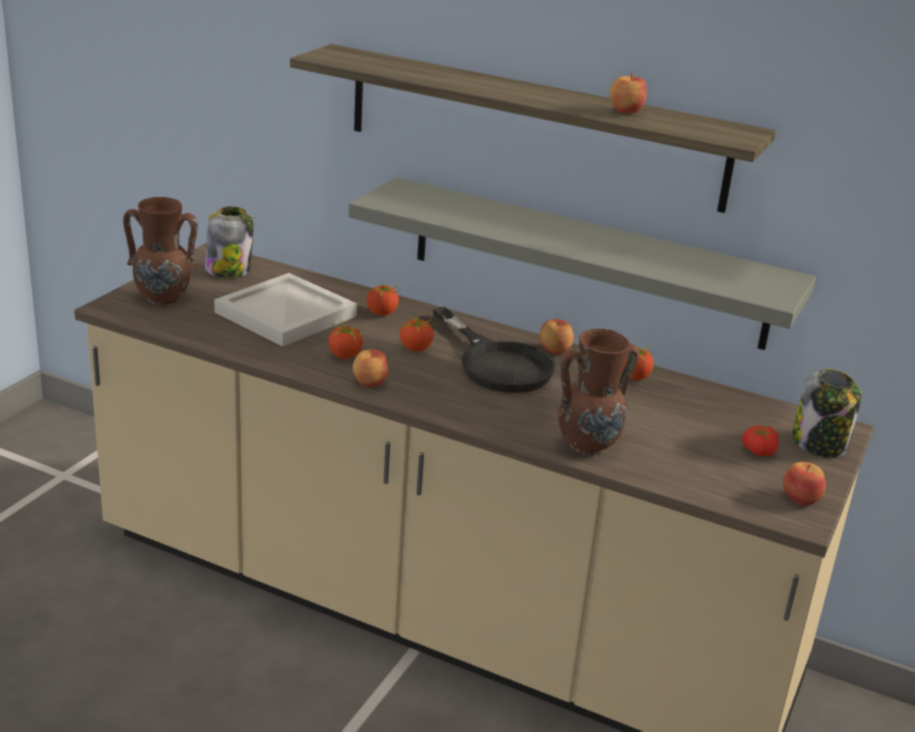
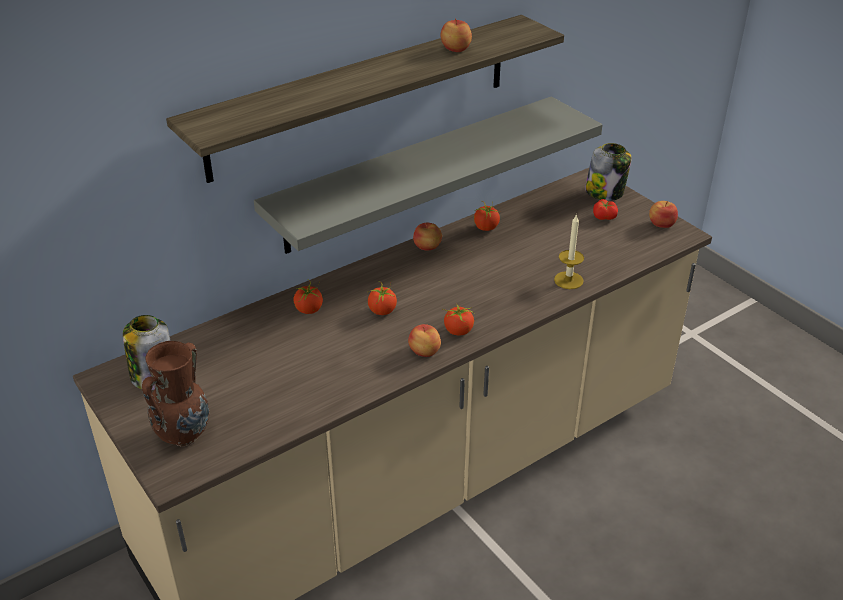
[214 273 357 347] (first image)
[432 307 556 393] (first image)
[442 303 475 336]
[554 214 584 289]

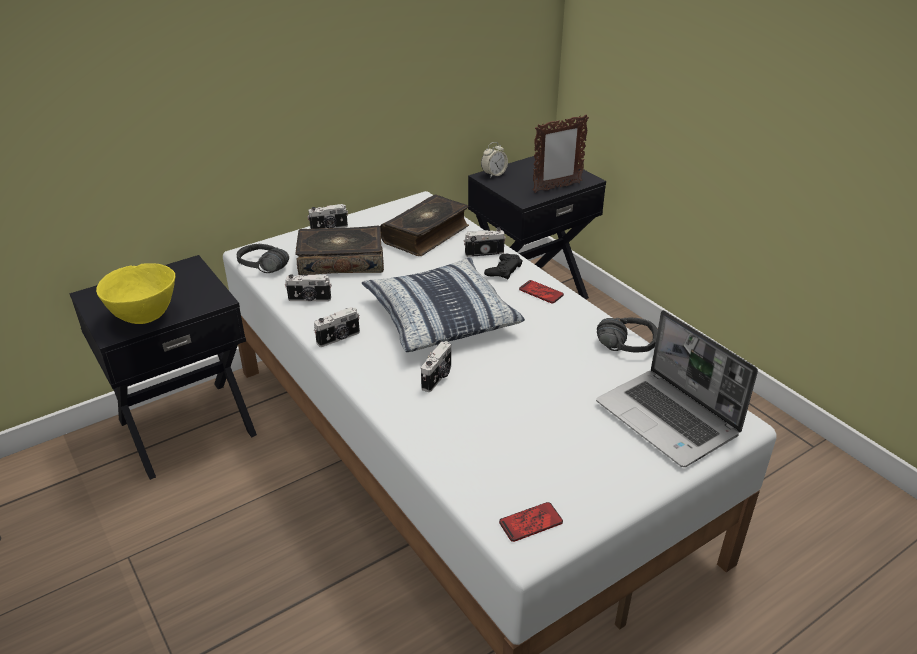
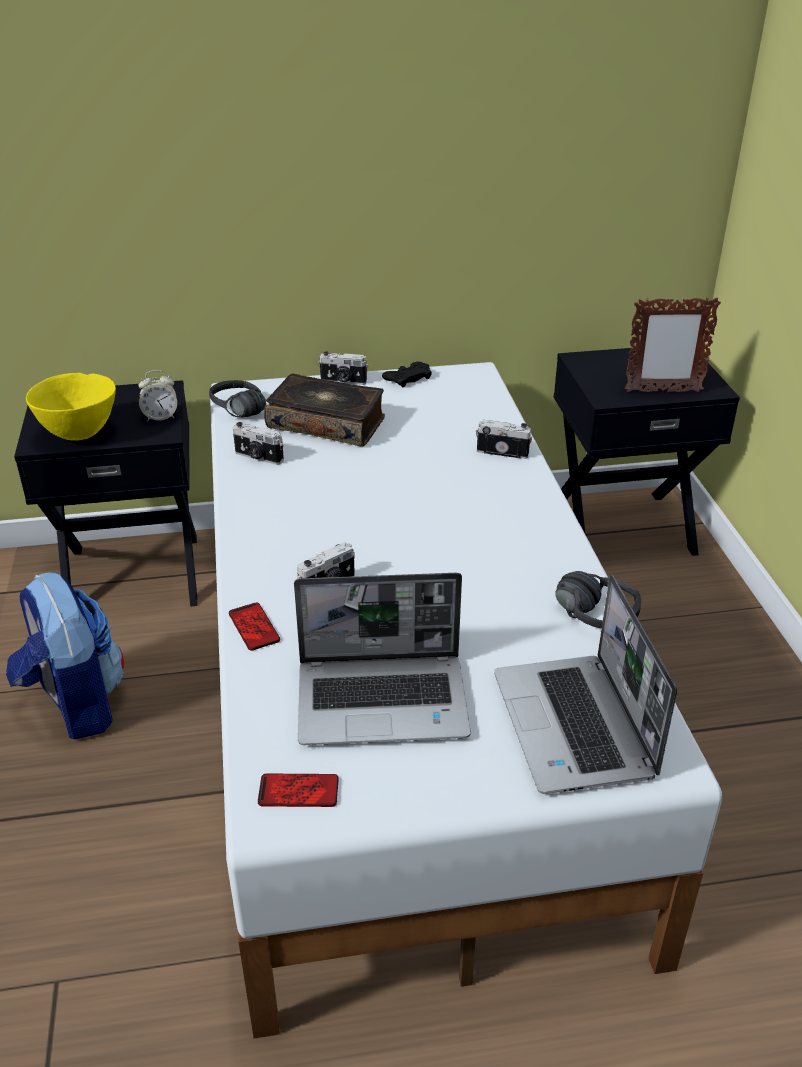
[138 370 177 421]
[380 194 469 256] (first image)
[382 362 432 388]
[362 257 525 352] (first image)
[229 603 280 651]
[314 307 360 347] (first image)
[6 572 124 739]
[294 573 471 745]

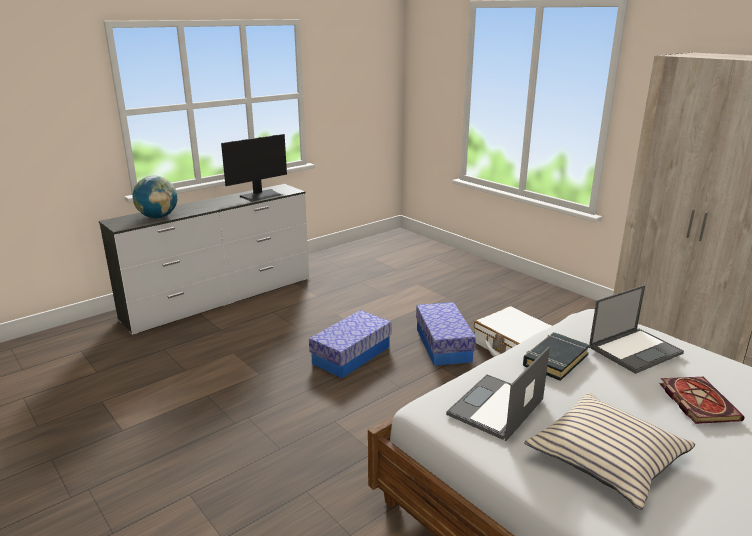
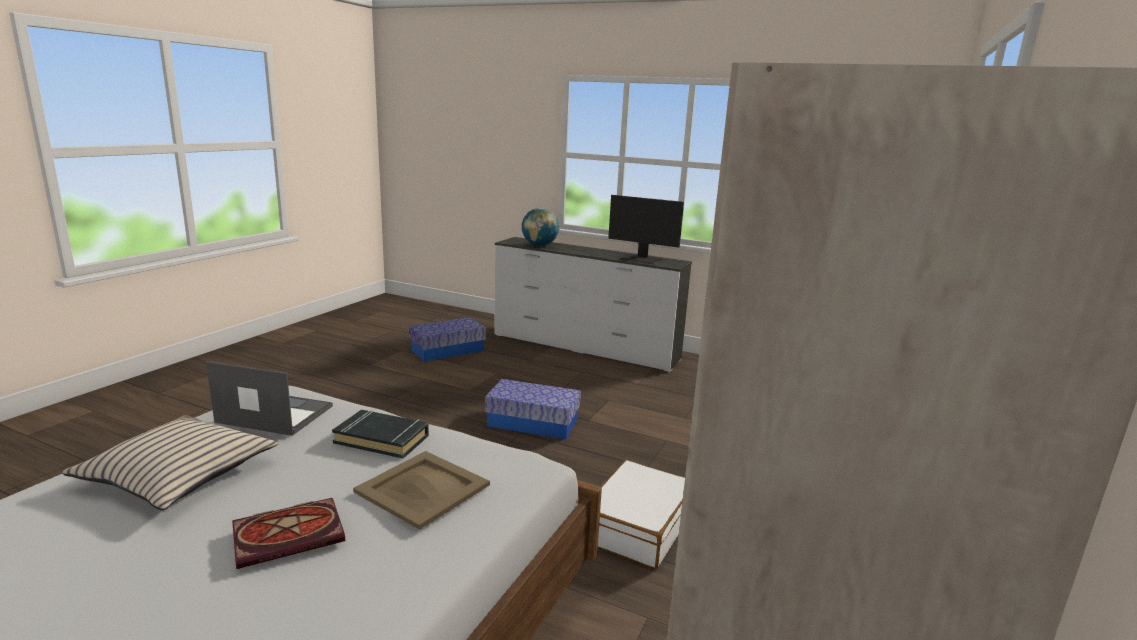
[353 451 490 530]
[409 317 486 362]

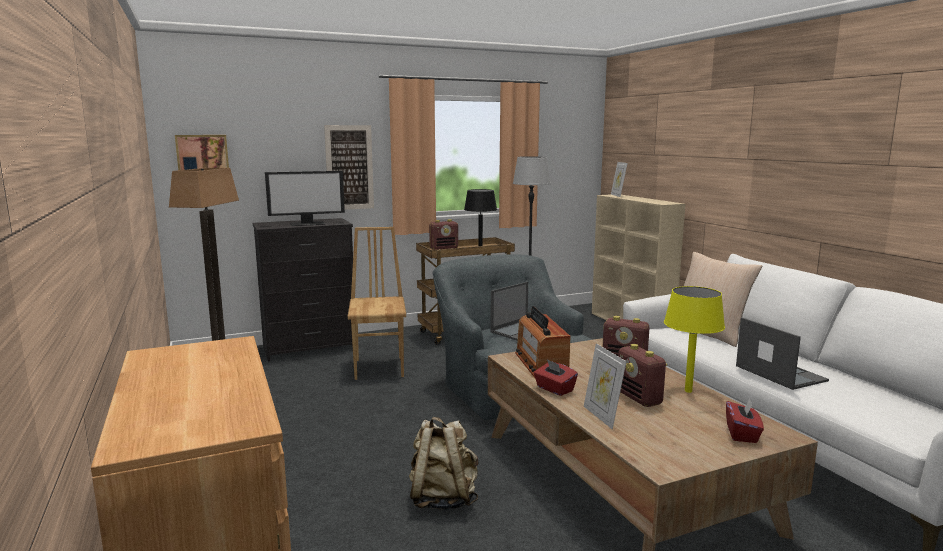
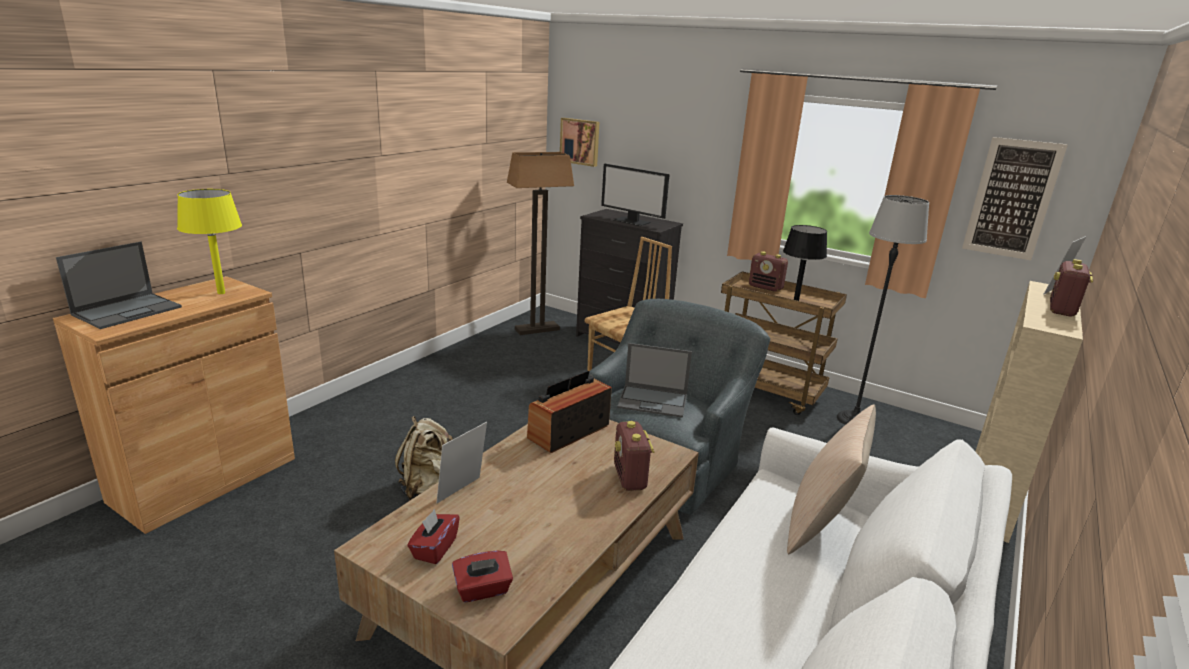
[962 137 1068 260]
[177 189 242 294]
[56 242 182 329]
[1050 259 1093 316]
[407 509 460 564]

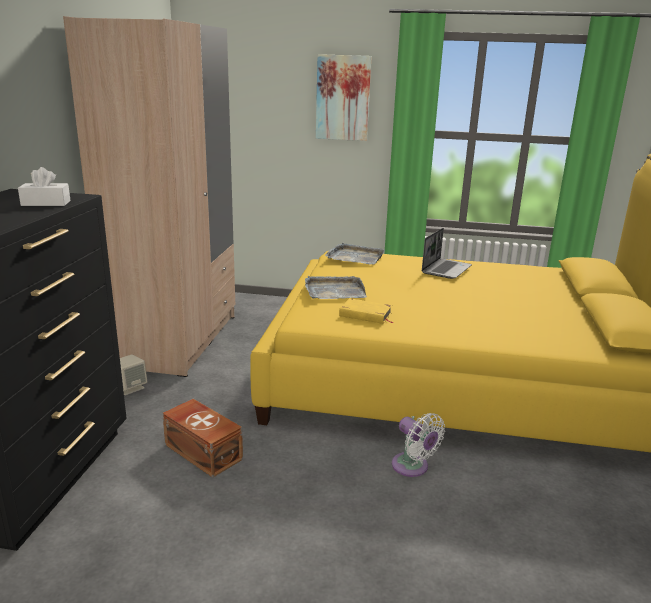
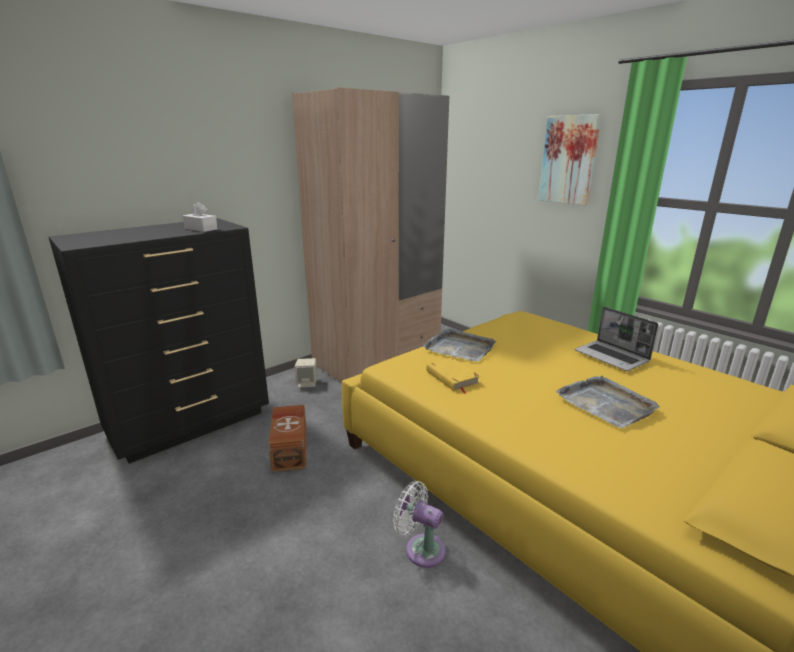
[575 307 658 371]
[556 375 659 428]
[393 481 446 568]

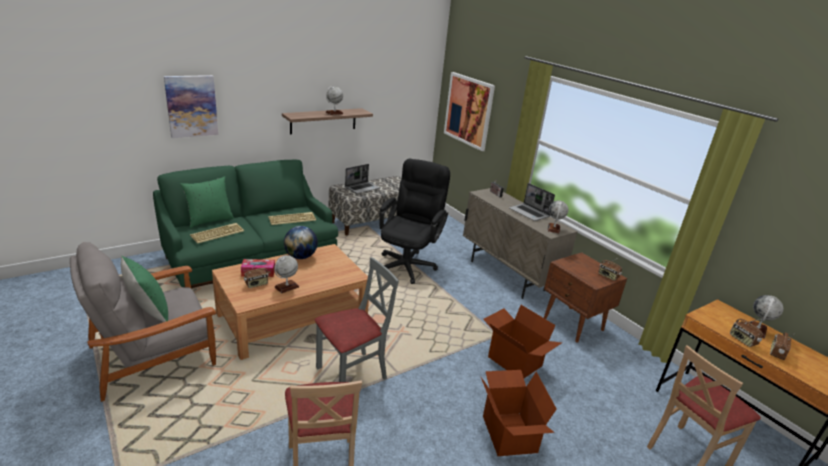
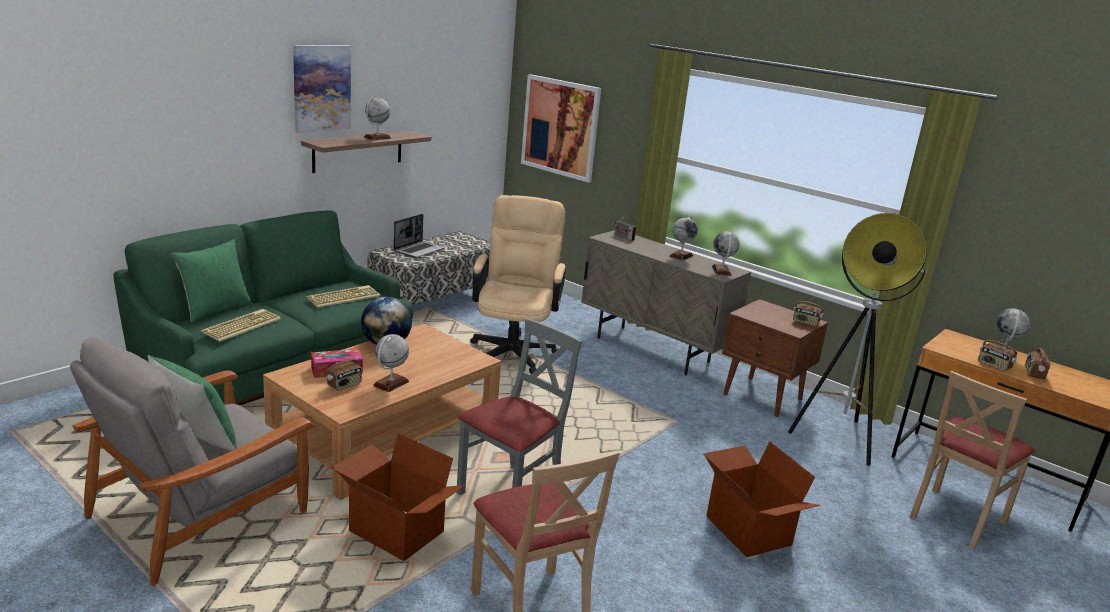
[293 45 351 133]
[470 195 566 374]
[669 216 698 261]
[332 433 465 561]
[788 213 927 466]

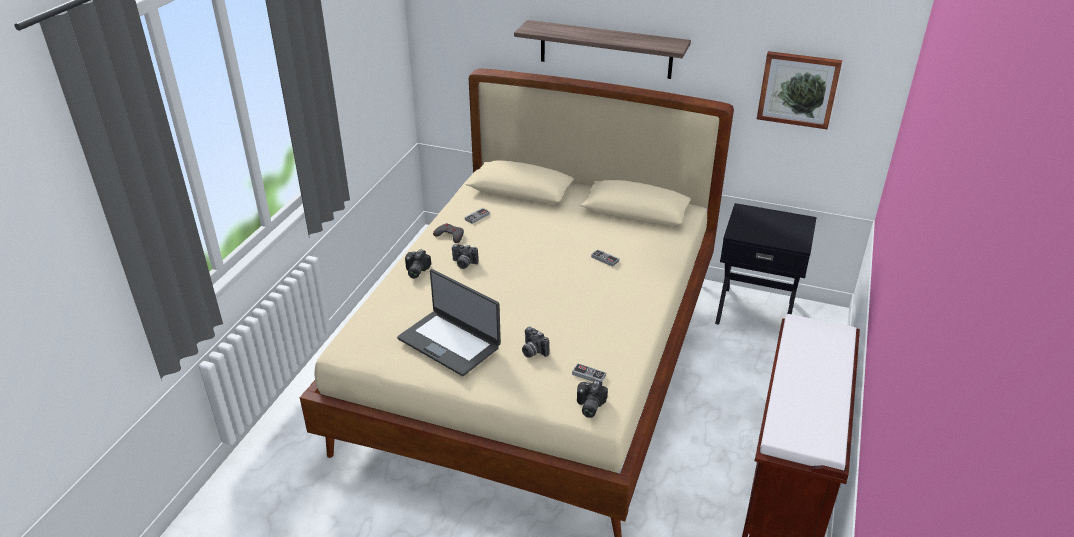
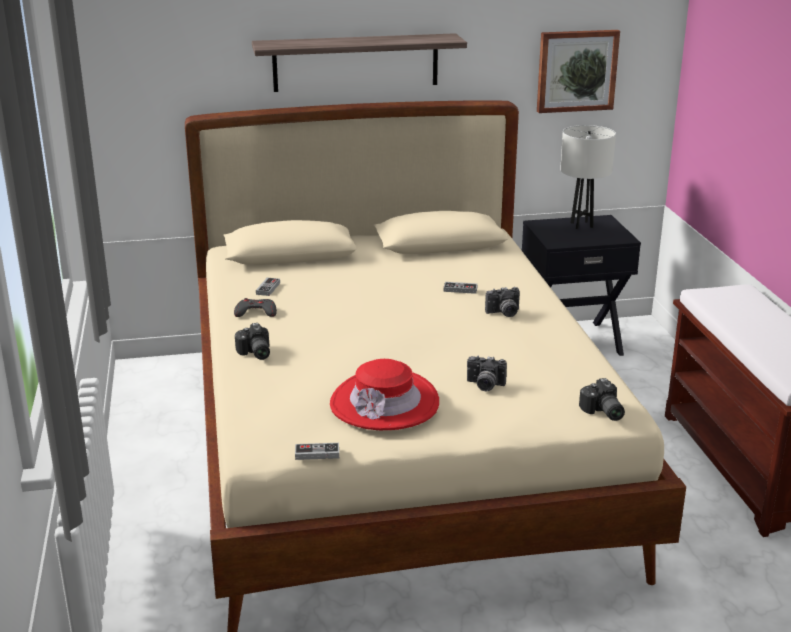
[485 287 520 317]
[330 359 439 430]
[295 443 339 460]
[560 125 616 229]

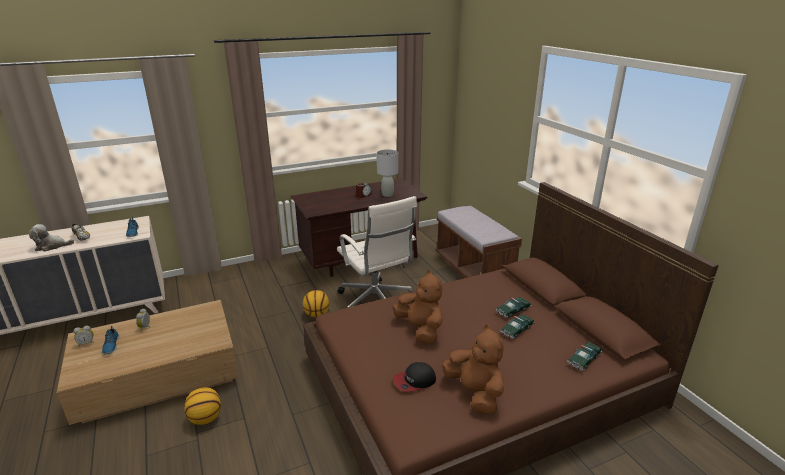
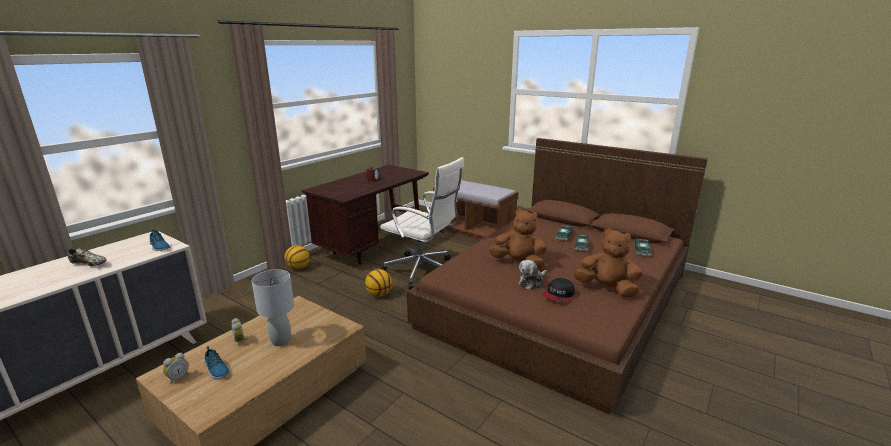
[252 269 294 346]
[519 260 547 290]
[284 245 310 269]

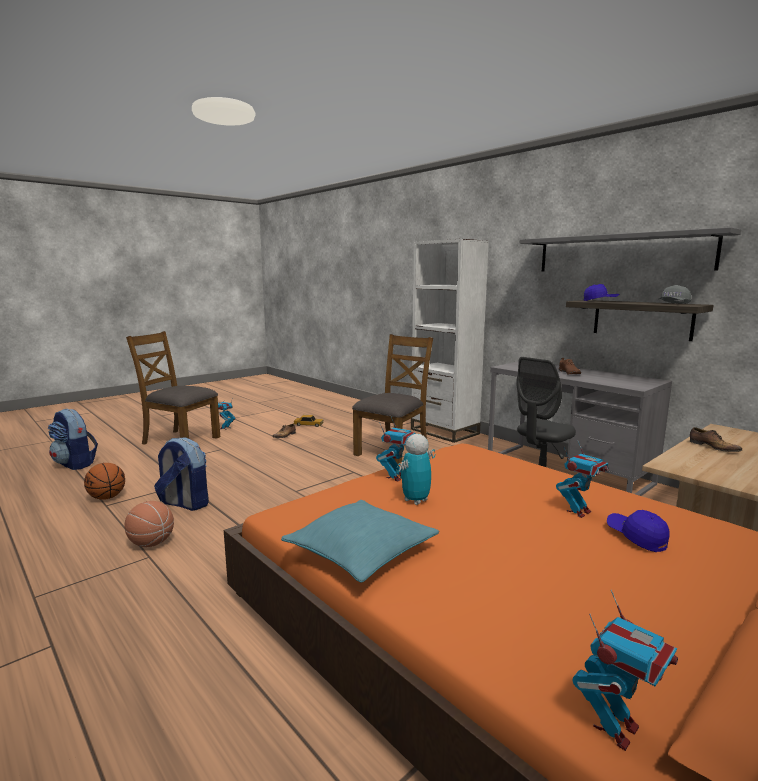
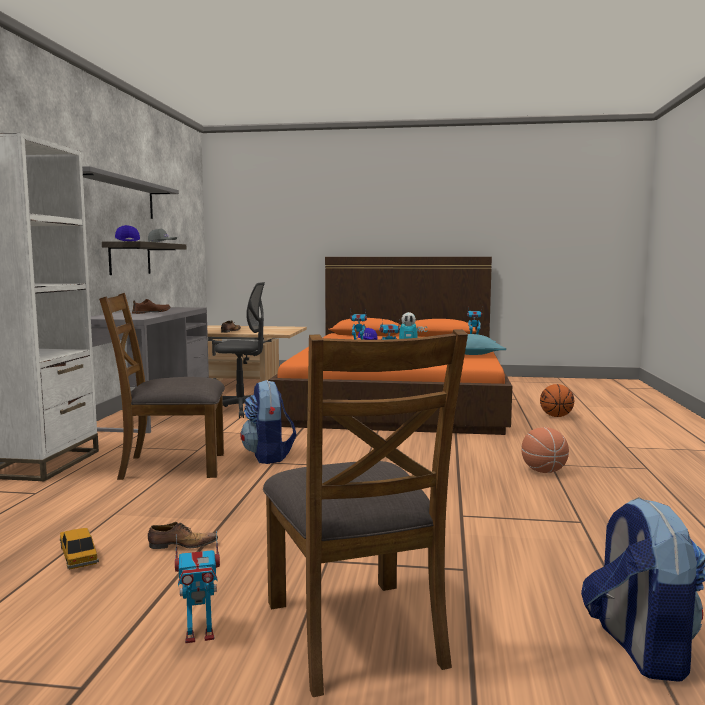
[240 380 297 464]
[540 384 574 417]

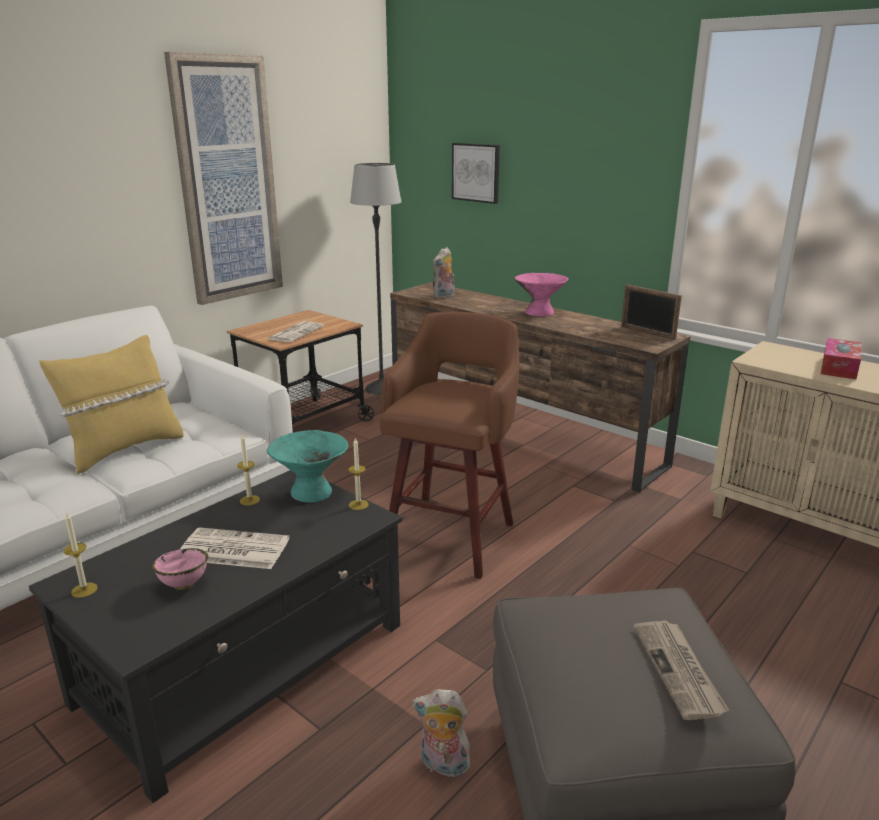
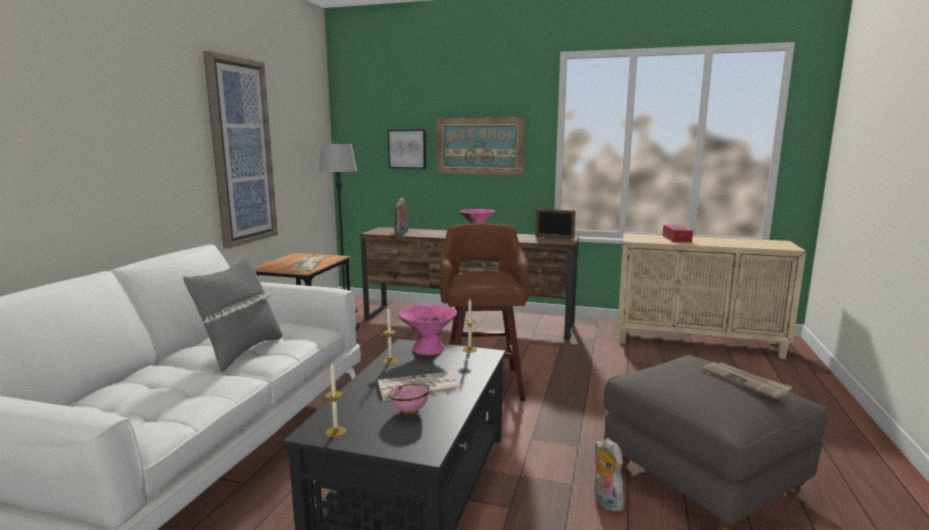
[183 257 282 372]
[398 305 457 355]
[594 438 625 512]
[437 118 525 175]

